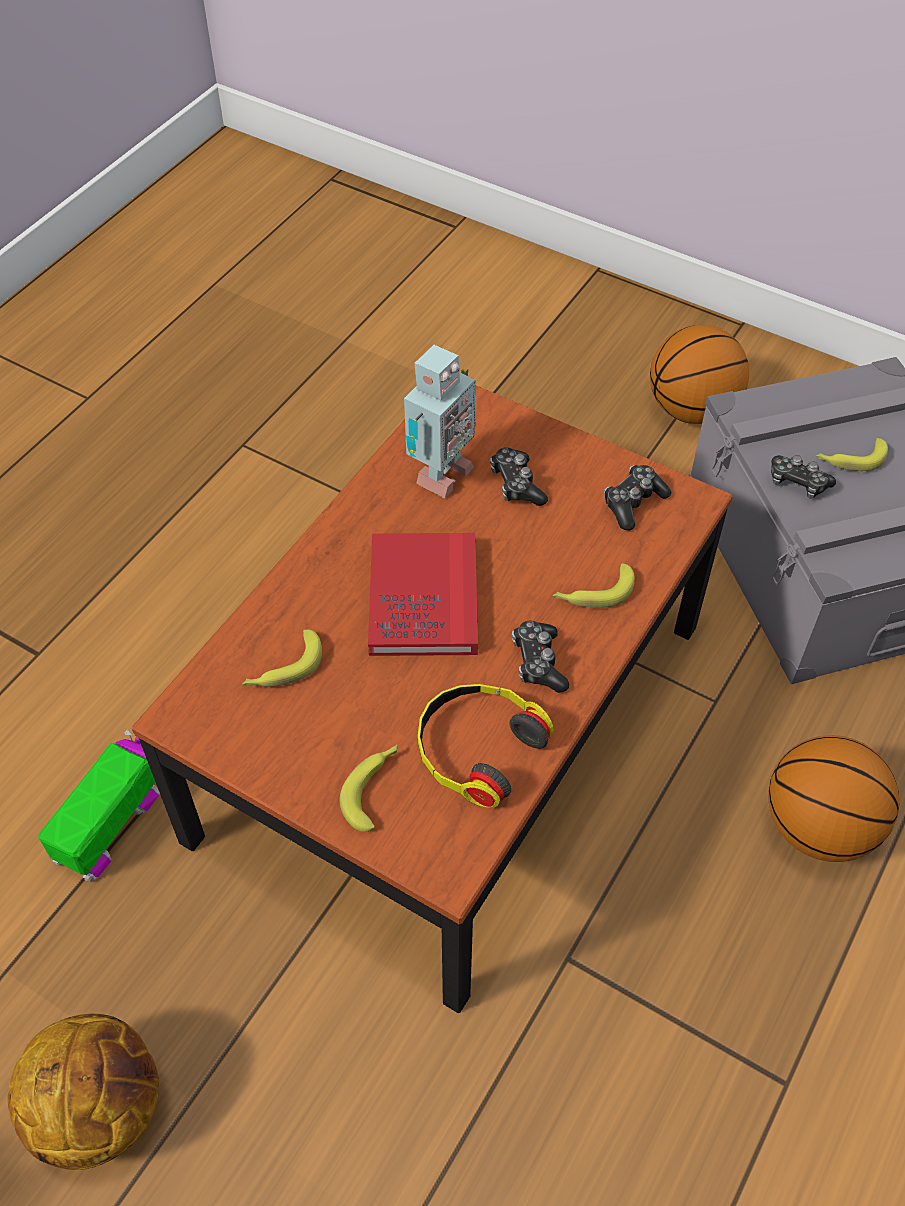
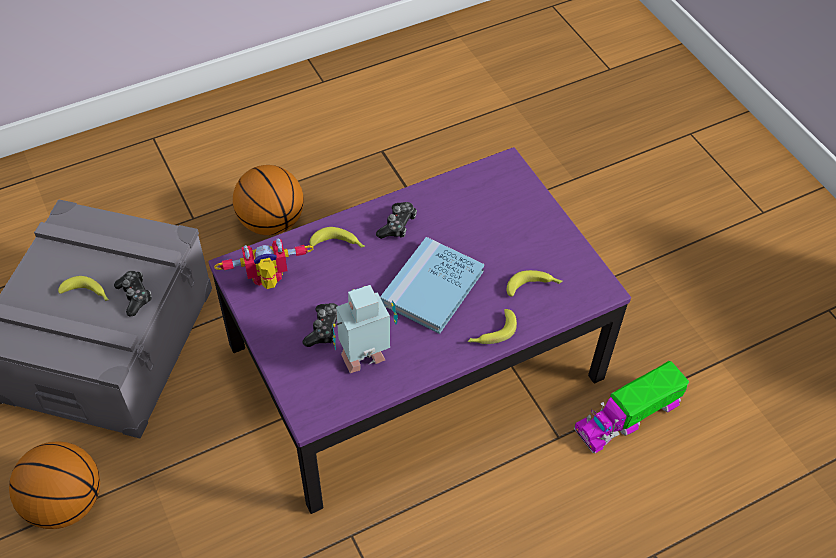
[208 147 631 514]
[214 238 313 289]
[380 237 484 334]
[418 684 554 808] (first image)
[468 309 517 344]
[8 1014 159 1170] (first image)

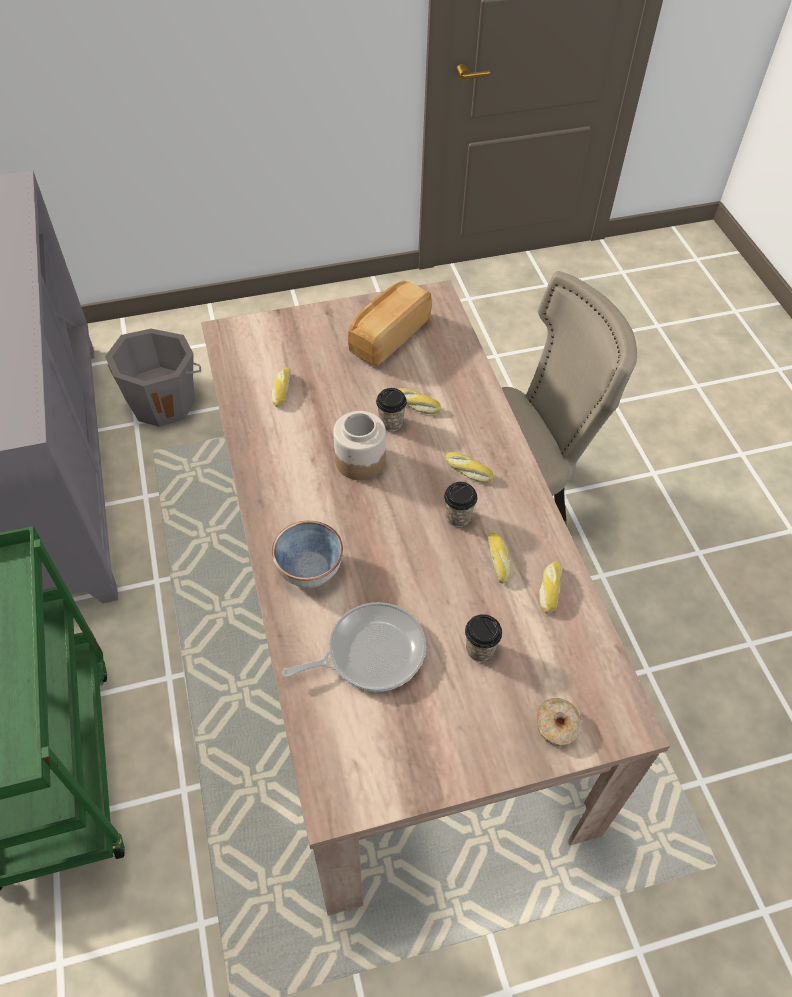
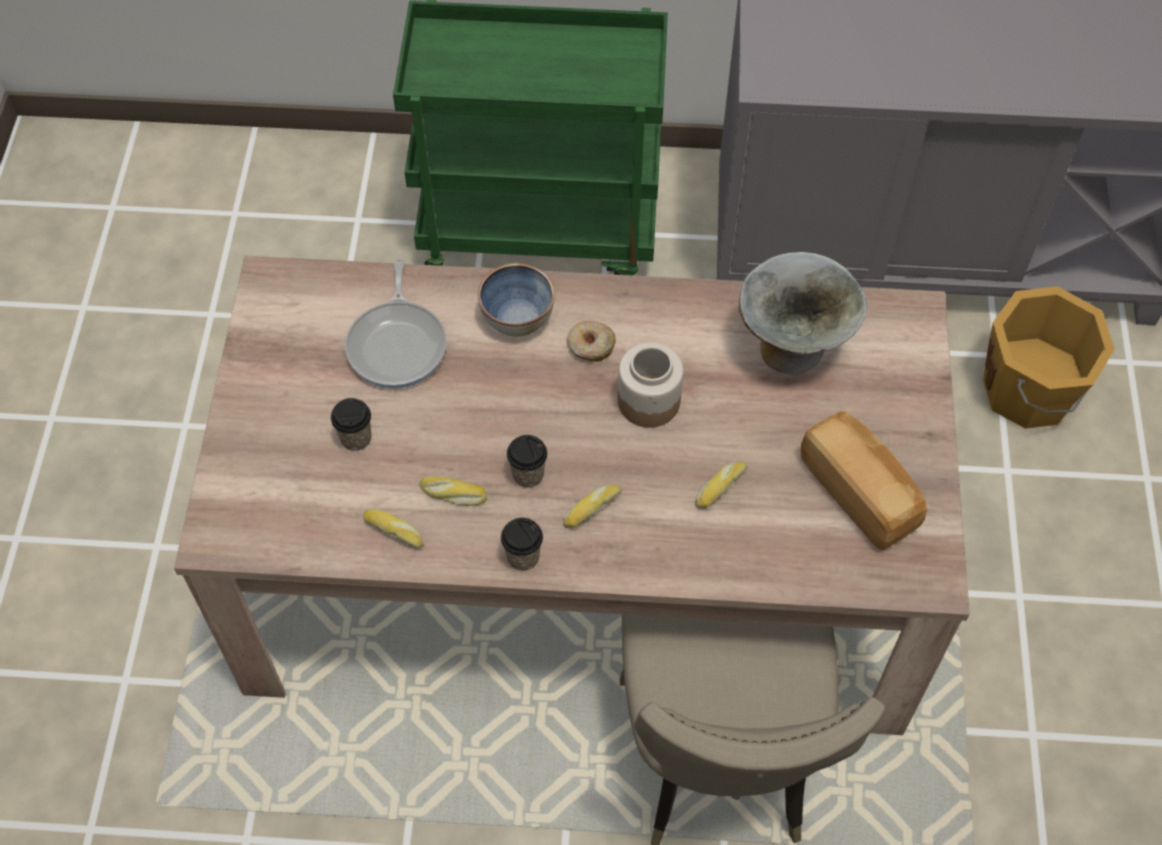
[983 286 1115 429]
[739 252 867 375]
[501 518 543 571]
[567 321 616 362]

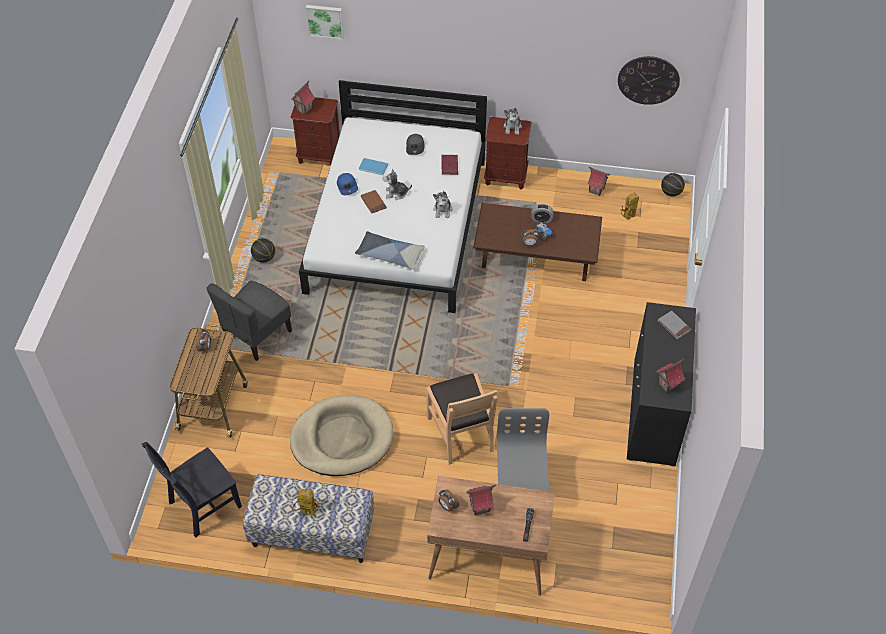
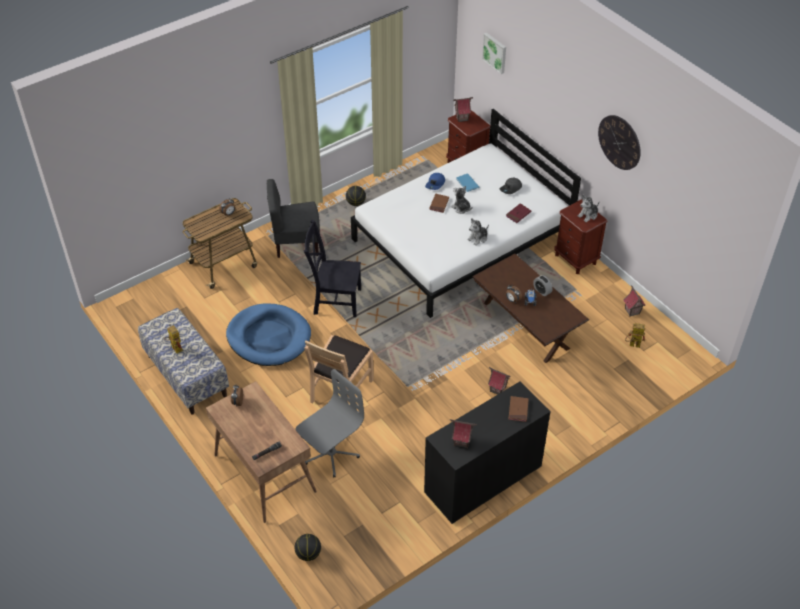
[598 115 641 170]
[295 534 321 561]
[355 231 425 270] (first image)
[508 396 529 422]
[226 303 311 366]
[304 220 361 317]
[488 367 511 395]

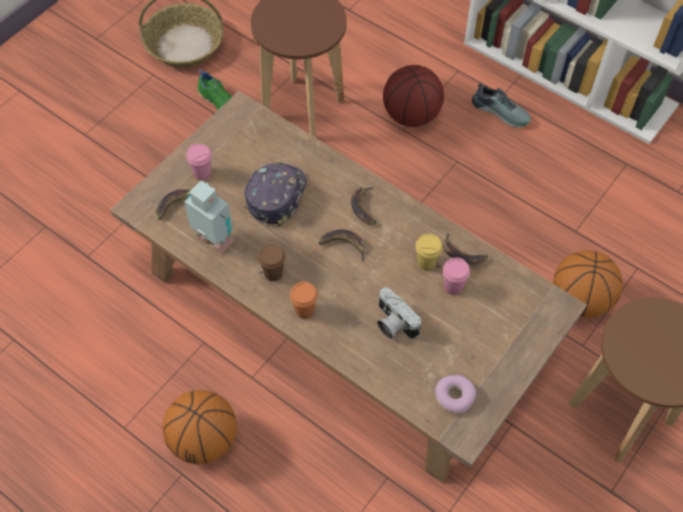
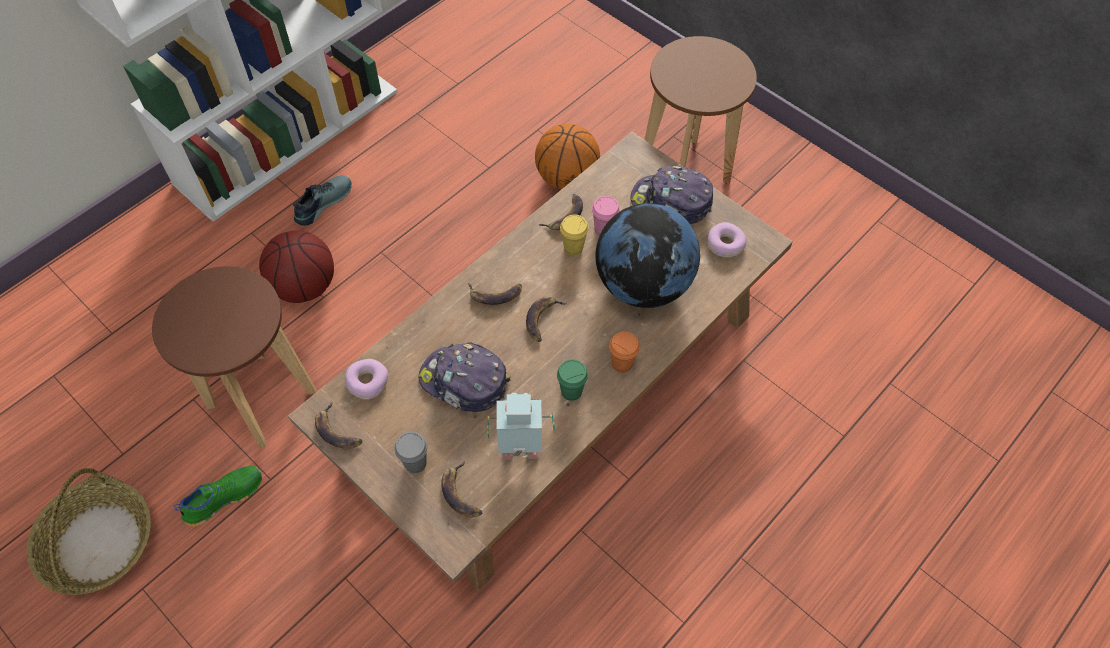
[395 432 428 473]
[487 392 555 460]
[557 359 588 401]
[596 203 700 308]
[162 390 237 464] (first image)
[630 165 713 224]
[345 359 388 400]
[315 402 363 449]

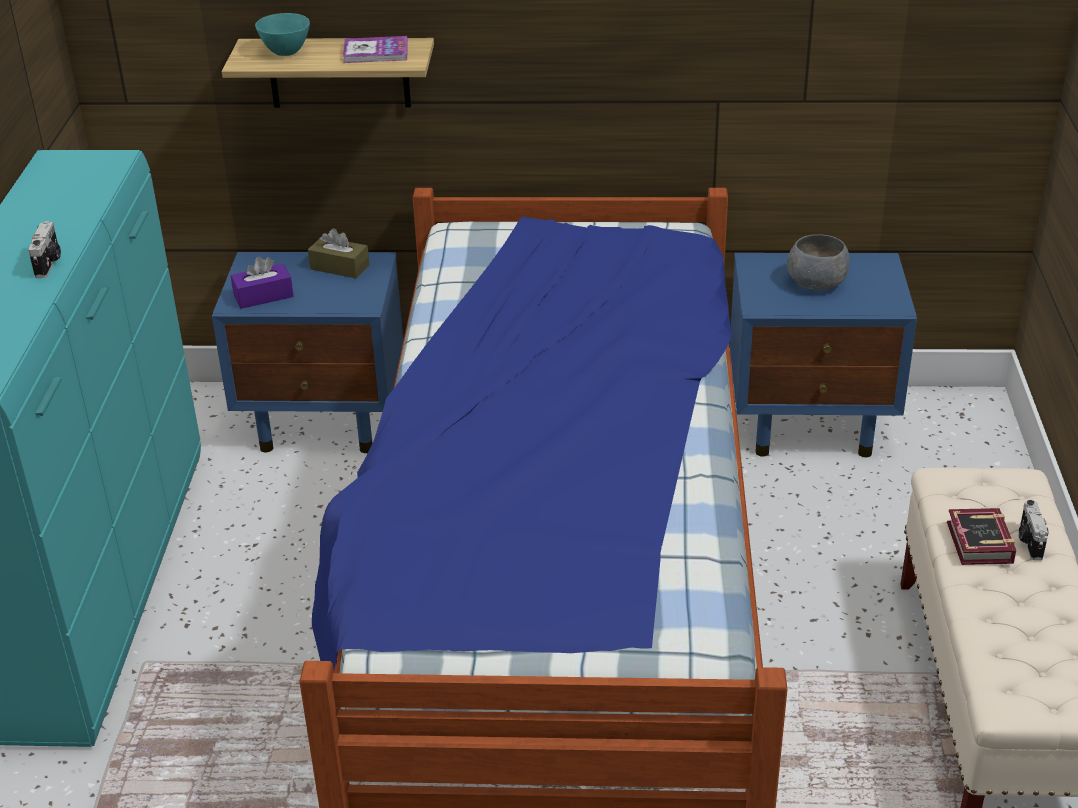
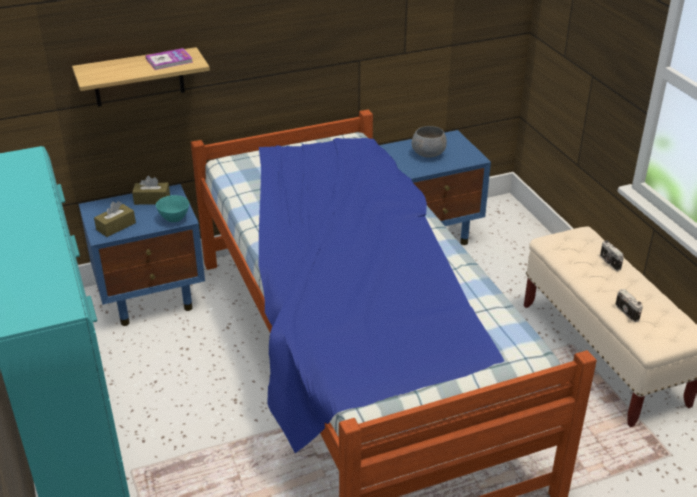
[156 195 189 222]
[615 289 643 322]
[94 201 136 237]
[947 508 1016 565] (first image)

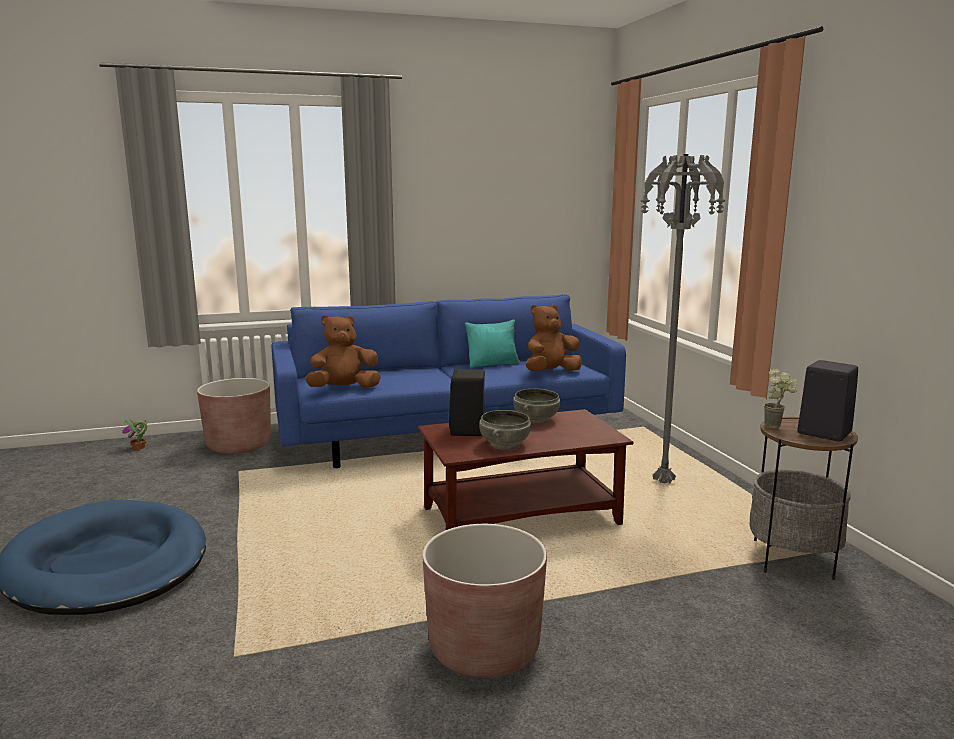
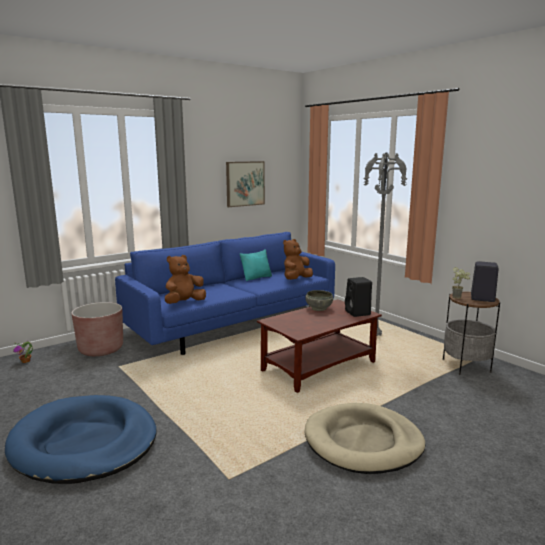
[345 277 372 317]
[479 410 531 450] (first image)
[304 403 425 474]
[226 161 265 207]

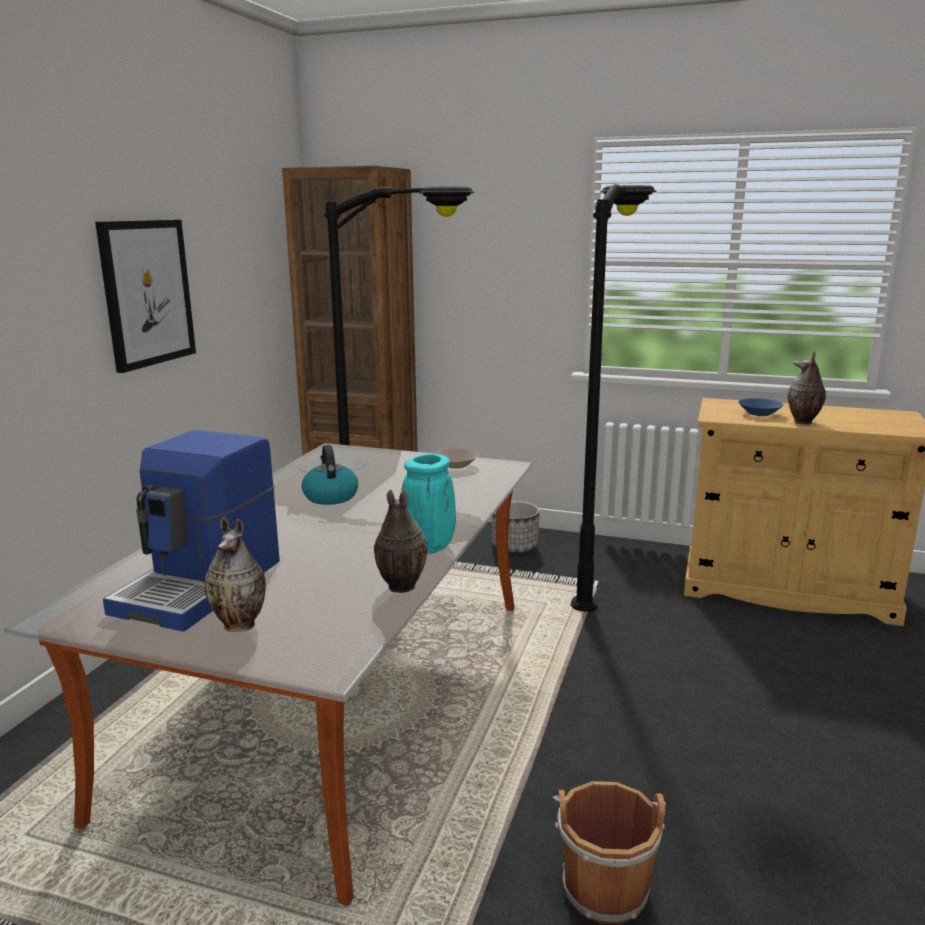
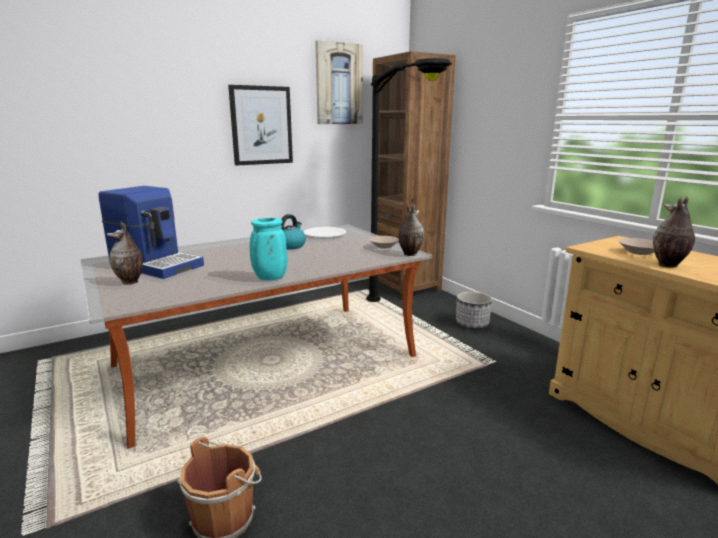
[571 184 657 612] (first image)
[618 238 654 255]
[98 186 204 279]
[399 204 424 256]
[315 40 363 124]

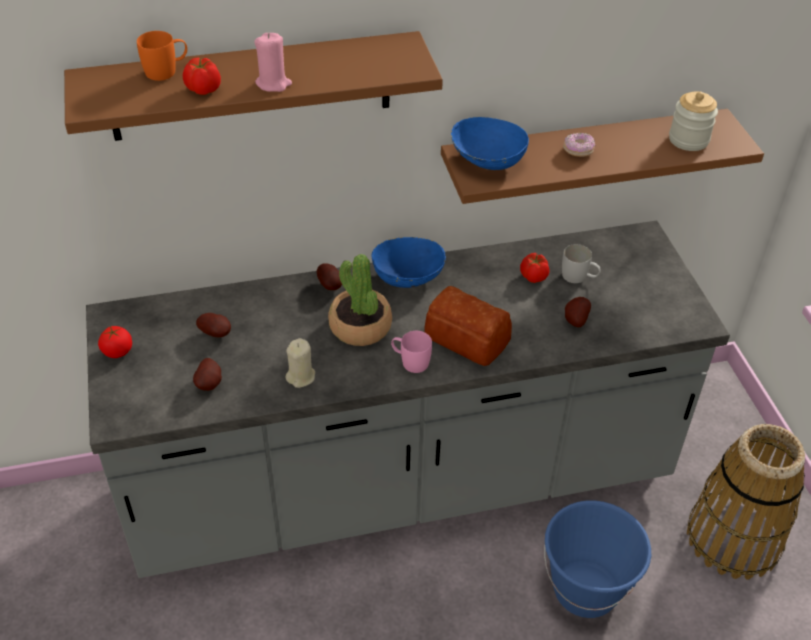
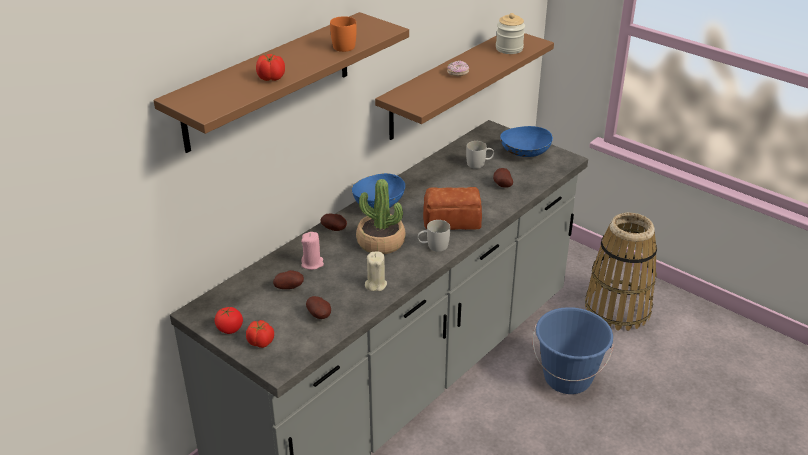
[330 16 357 52]
[301 232 324 270]
[500 126 553 157]
[246 320 274 348]
[418 220 450 252]

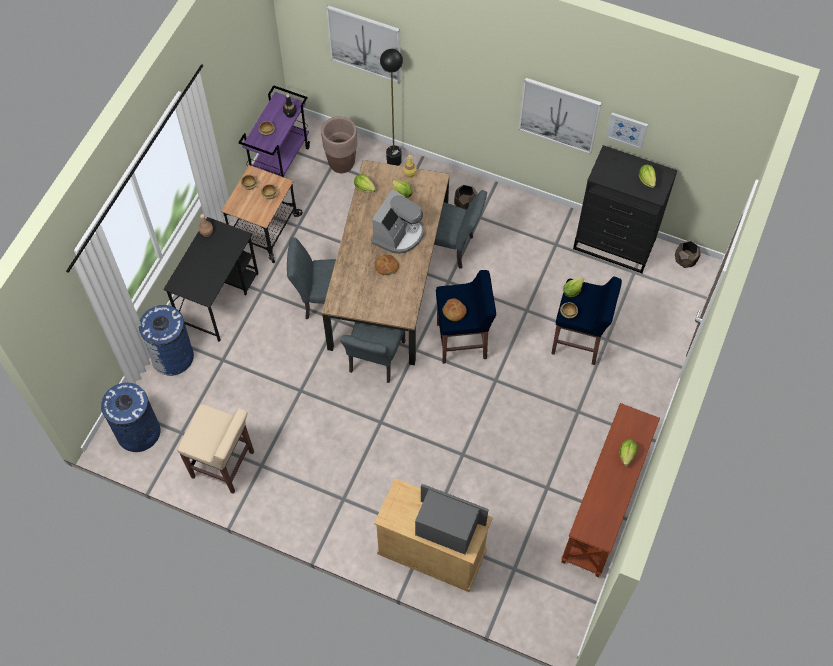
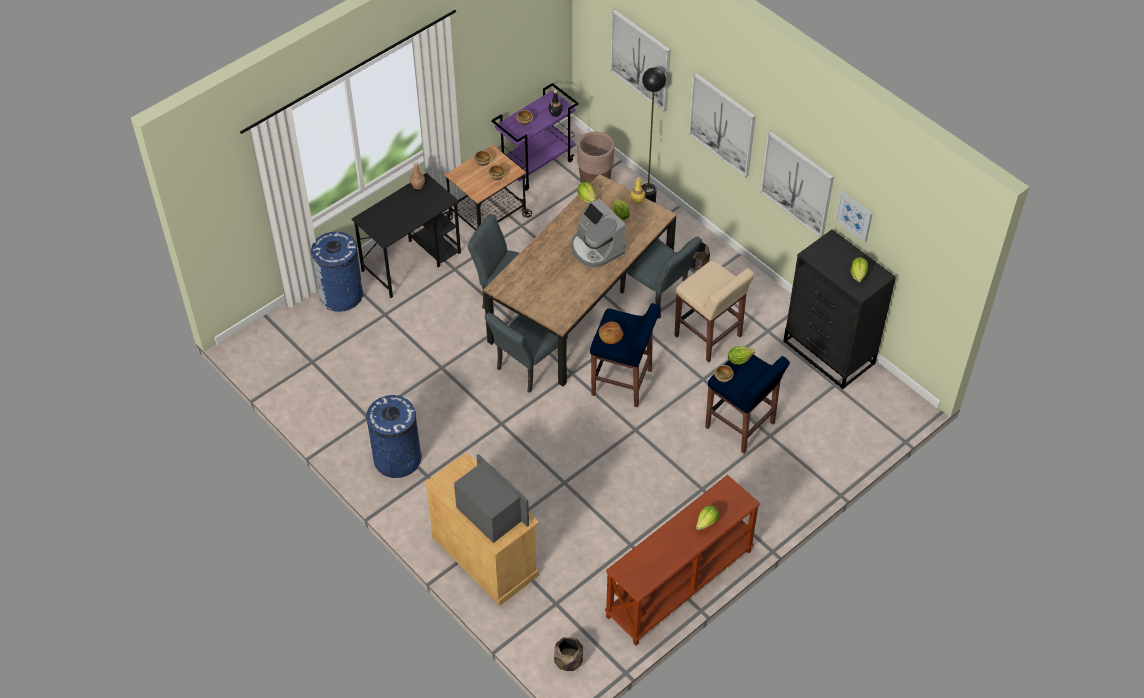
[571 199 626 268]
[554 637 583 671]
[375 255 399 275] (first image)
[366 395 421 478]
[675 260 754 362]
[689 73 756 177]

